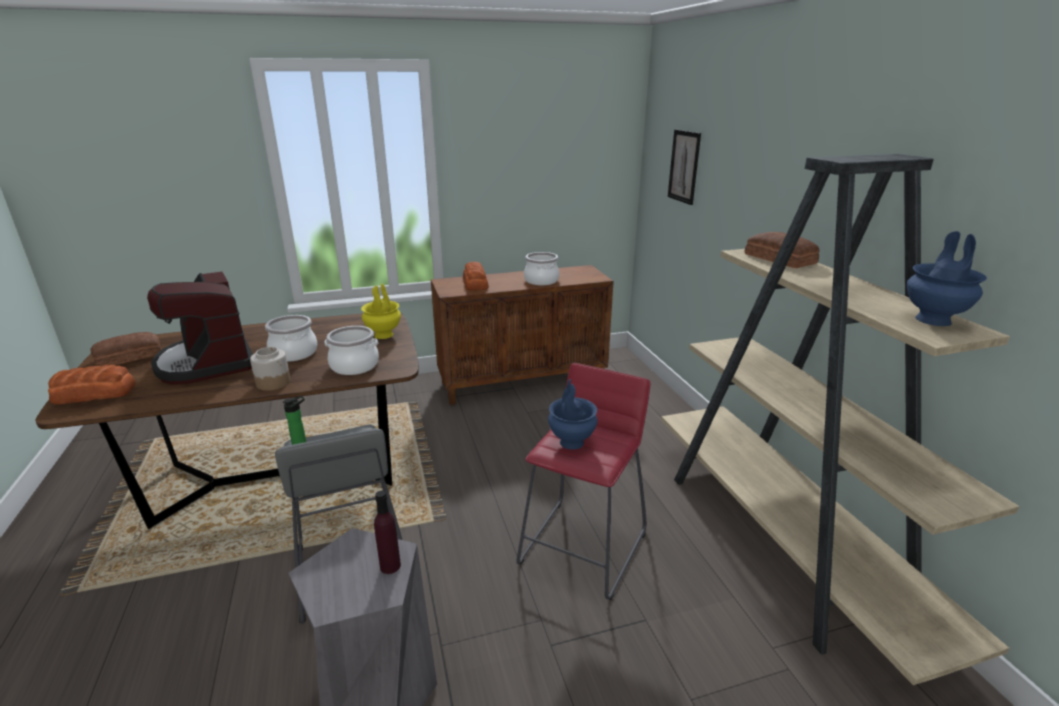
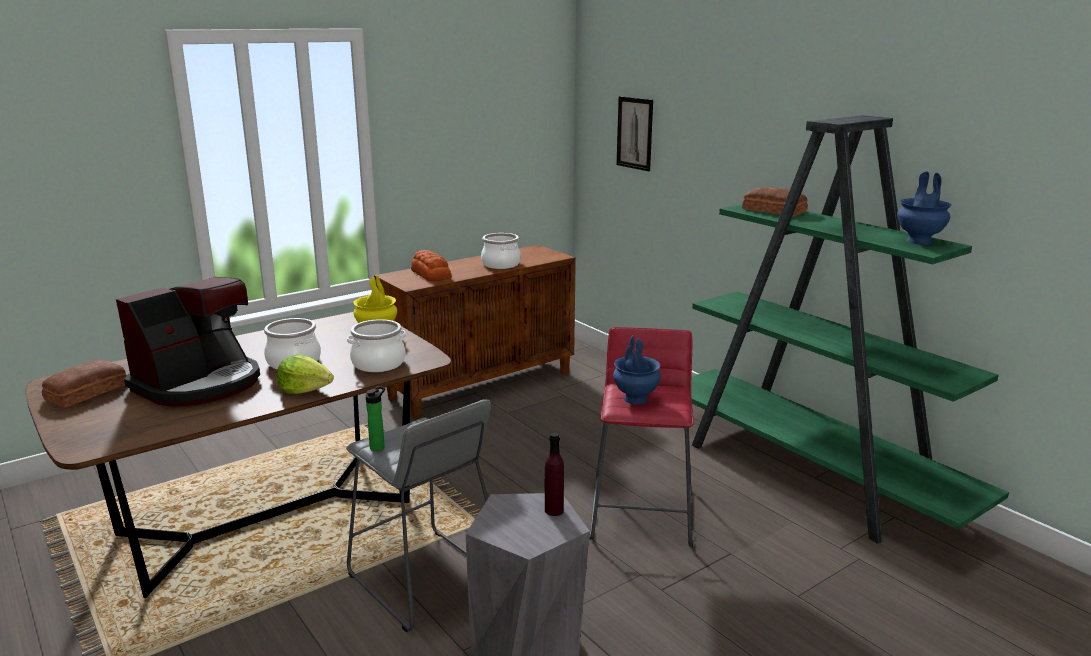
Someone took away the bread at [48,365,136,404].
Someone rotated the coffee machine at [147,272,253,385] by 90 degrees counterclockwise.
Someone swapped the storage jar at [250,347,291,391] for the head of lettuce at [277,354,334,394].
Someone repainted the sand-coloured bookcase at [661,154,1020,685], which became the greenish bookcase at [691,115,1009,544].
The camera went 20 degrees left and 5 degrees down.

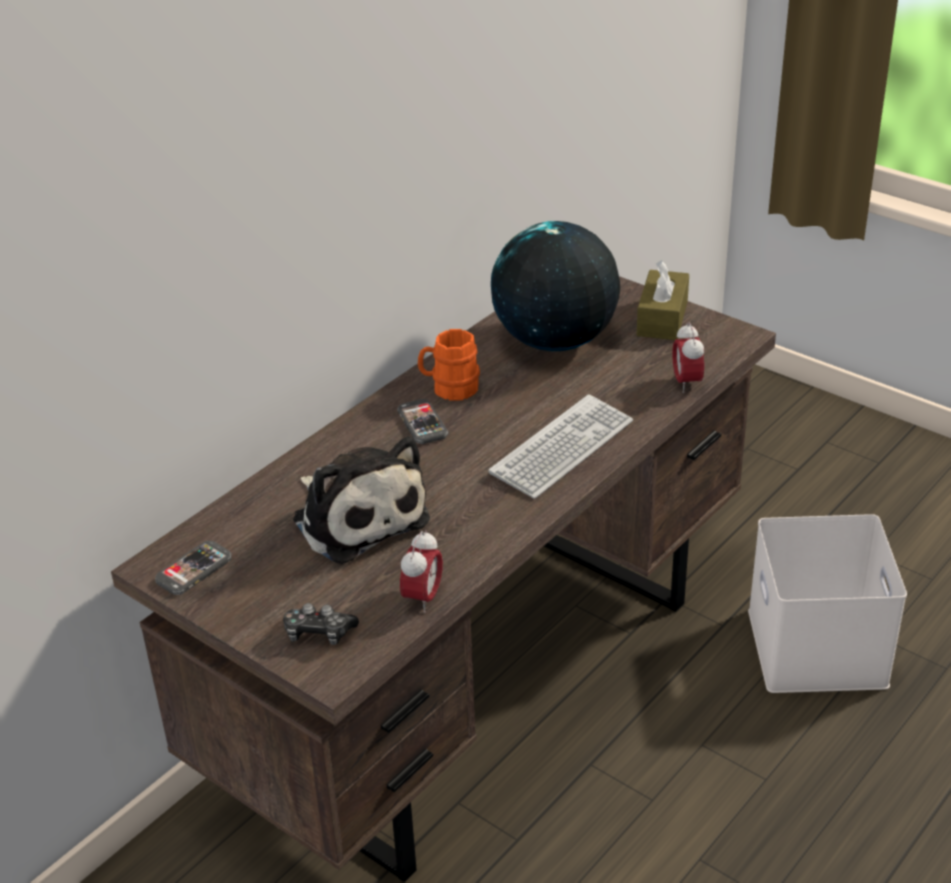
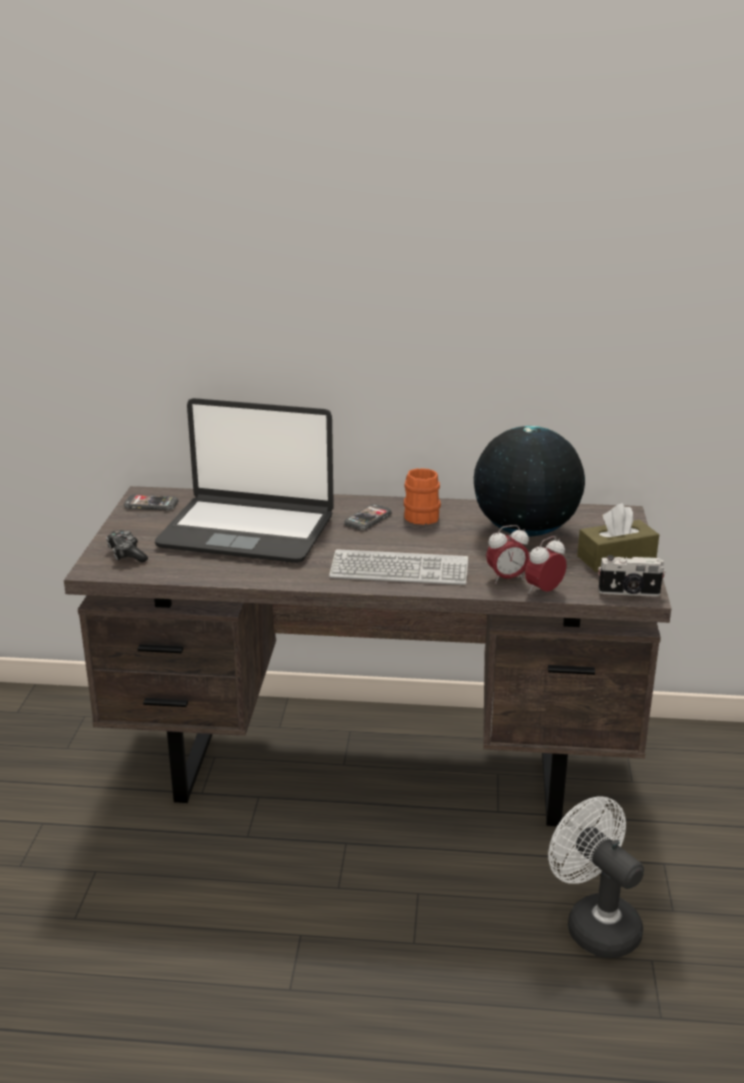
Someone swapped the cuddly toy at [293,436,430,564] for the laptop at [155,398,334,563].
Someone carried the alarm clock from [400,530,443,613] to [486,525,530,584].
Someone swapped the white storage bin at [748,514,907,693] for the white electric fan at [548,797,644,958].
Someone put down the photo camera at [598,555,665,597].
The camera went 55 degrees right and 10 degrees down.

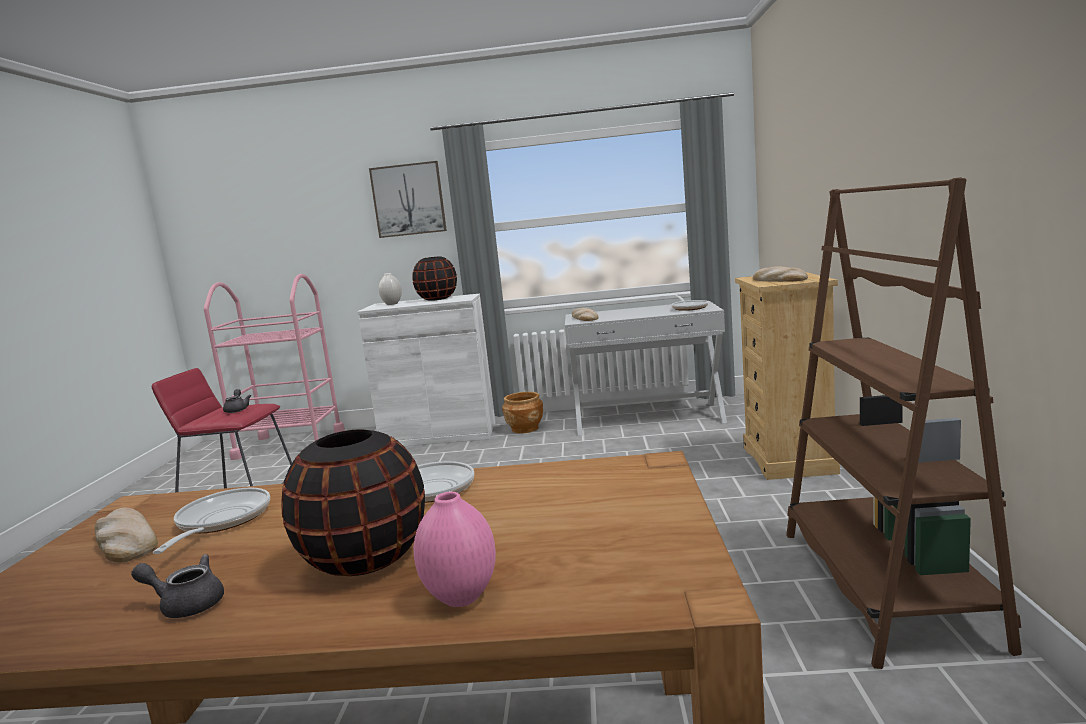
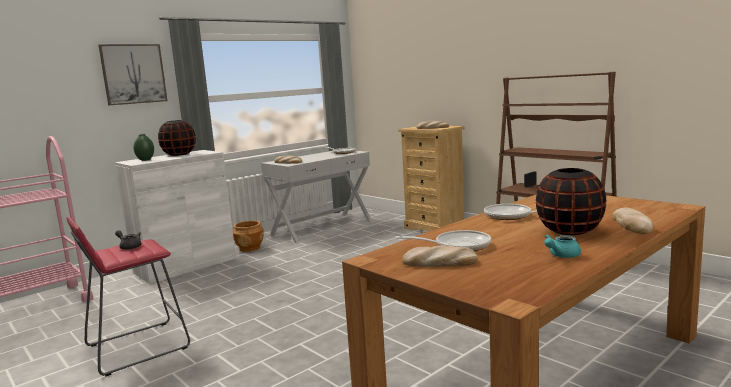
Someone repainted the greyish teapot at [131,554,224,618], which became the blue-green teapot at [544,234,581,258].
Someone rotated the frying pan at [153,488,270,554] by 135 degrees clockwise.
Someone repainted the white decorative vase at [378,273,402,305], which became the greenish decorative vase at [133,134,154,161].
Someone swapped the pink-coloured decorative vase at [414,492,496,607] for the bread at [612,207,654,234].
The camera went 45 degrees left and 0 degrees up.

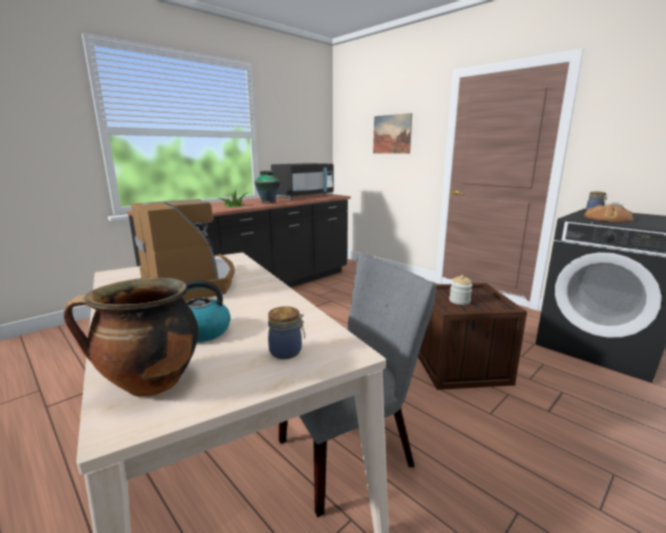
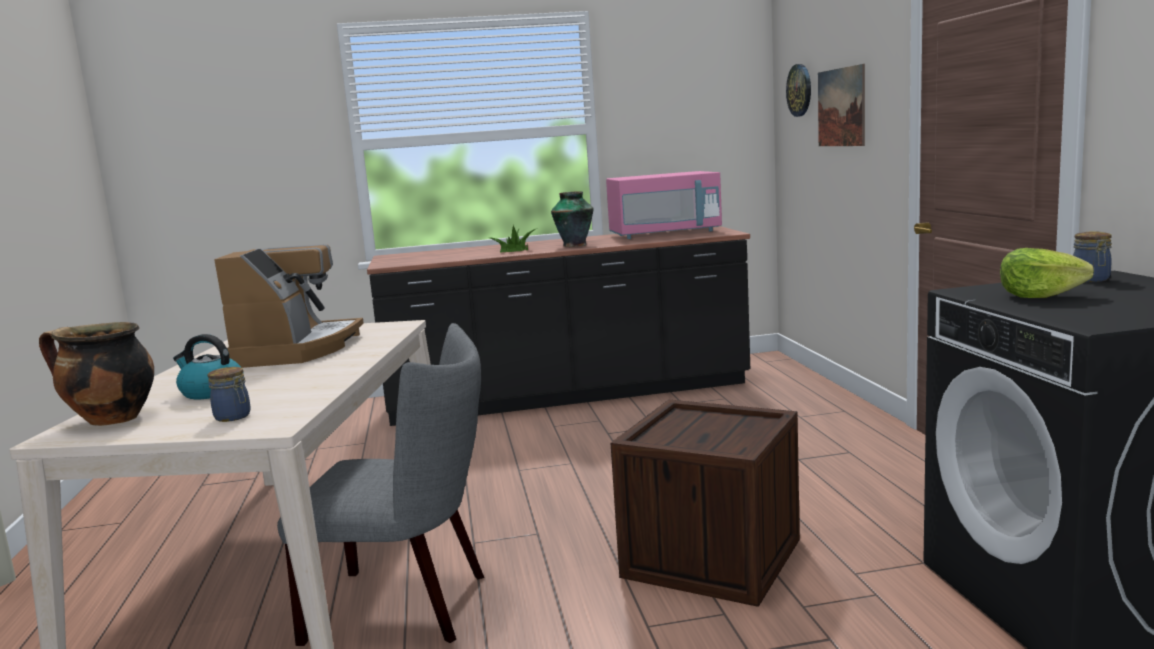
Someone repainted the black-coloured kitchen microwave at [271,163,333,199], which became the pink-coloured kitchen microwave at [606,171,722,239].
Someone took away the storage jar at [449,275,473,305].
Someone swapped the bread at [584,204,633,222] for the head of lettuce at [1000,248,1094,298].
Someone put up the clock on the wall at [786,64,811,117].
The camera went 35 degrees right and 5 degrees down.

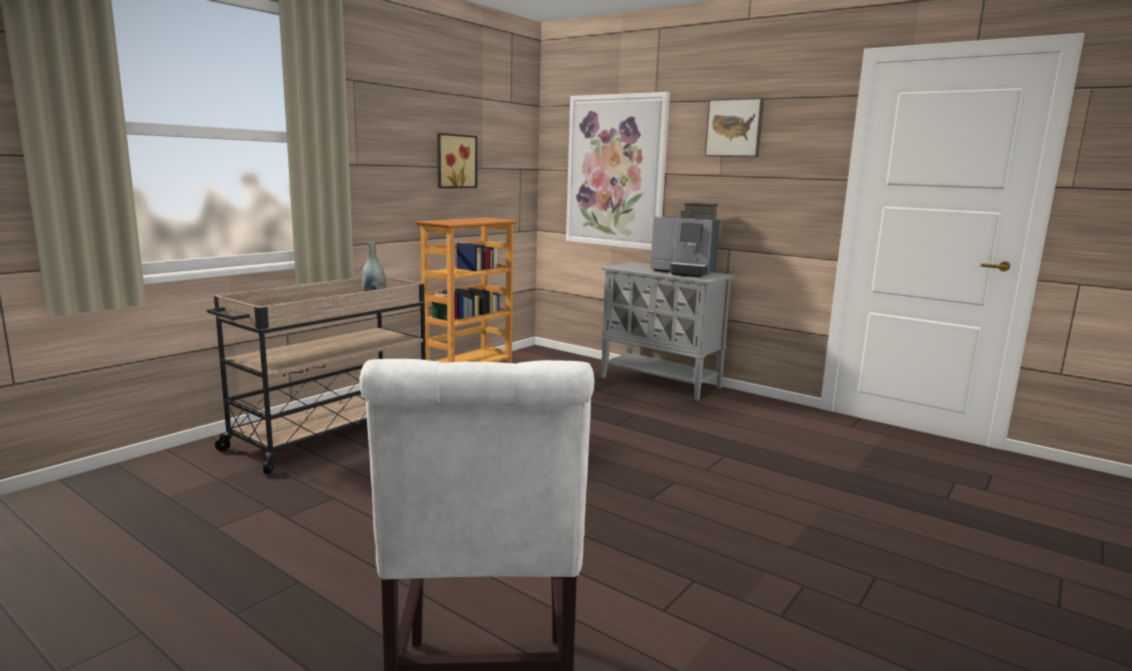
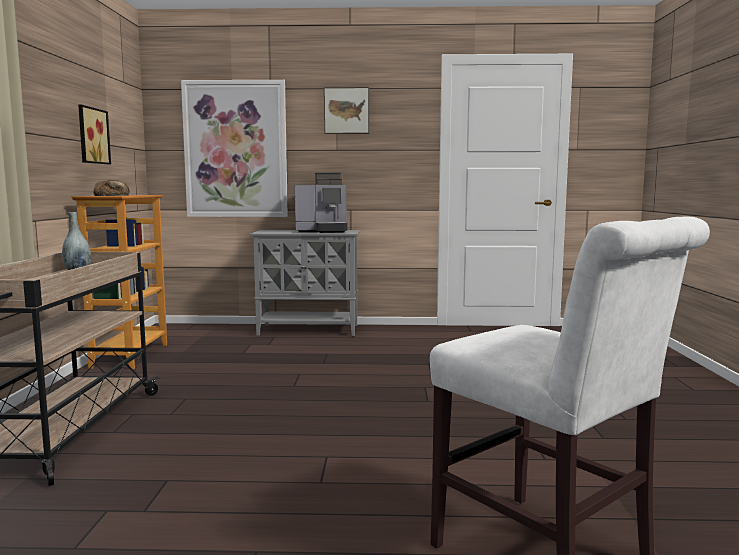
Someone put down the bread at [93,180,130,196].
The camera went 35 degrees left and 5 degrees down.

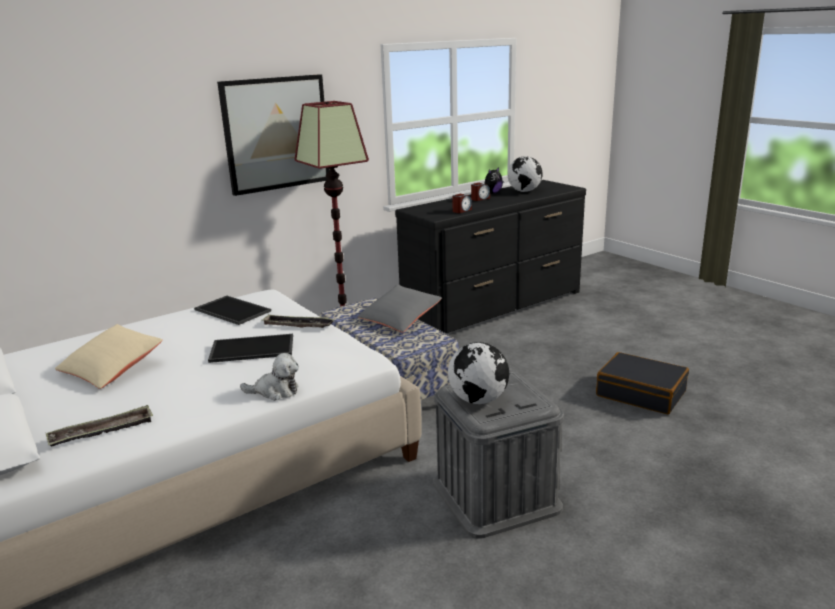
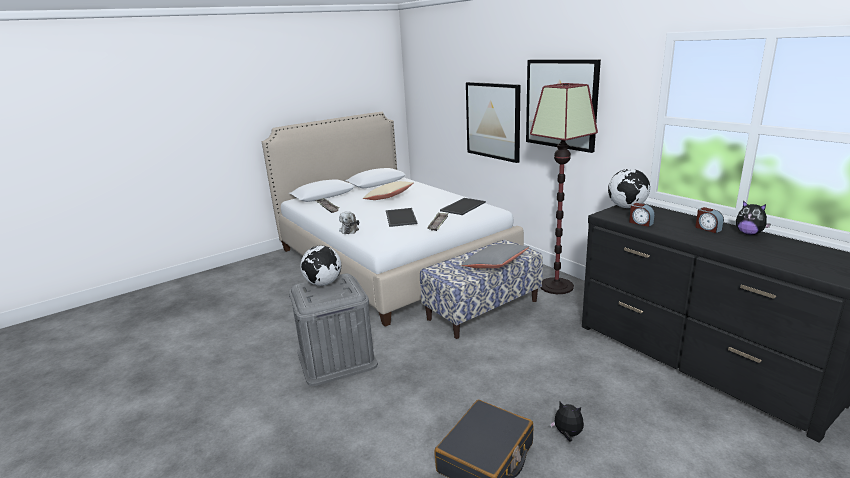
Someone carried the desk globe from [508,156,543,192] to [608,169,650,208].
Someone put up the picture at [466,82,520,163].
Someone put down the cuddly toy at [550,402,584,442].
The camera went 90 degrees right and 0 degrees up.

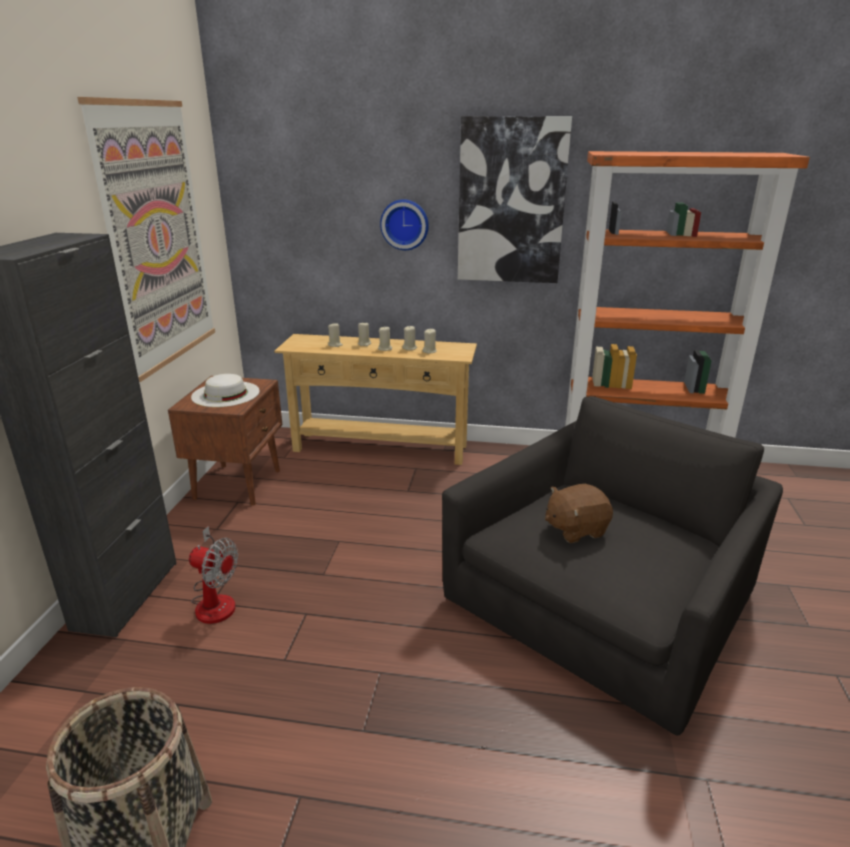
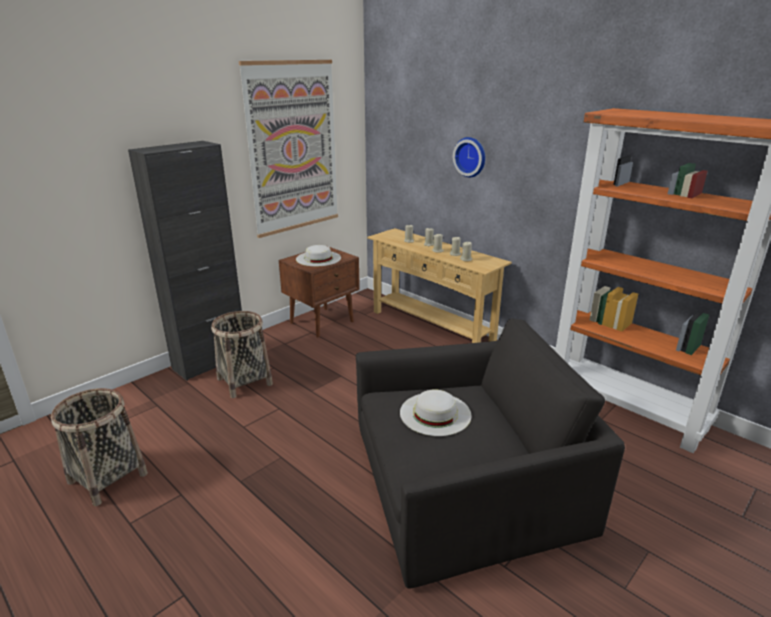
Someone swapped the electric fan at [189,526,238,624] for the storage basket at [211,311,273,398].
Someone took away the picture at [458,116,572,283].
Someone swapped the brown-coloured cuddly toy at [545,484,613,543] for the white clothing hat at [400,390,472,436].
The camera went 35 degrees right and 0 degrees up.

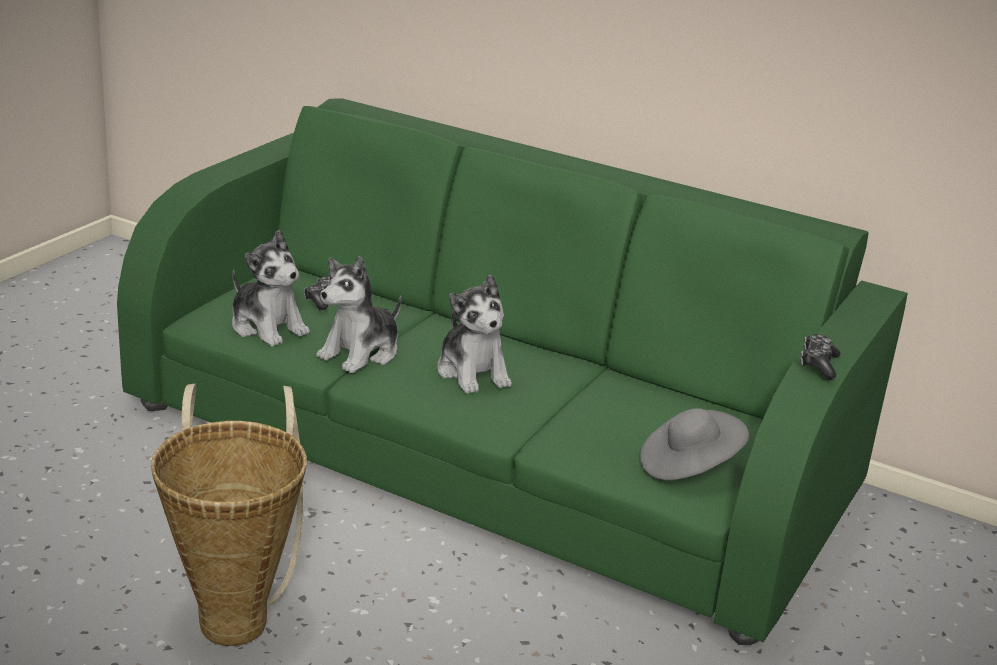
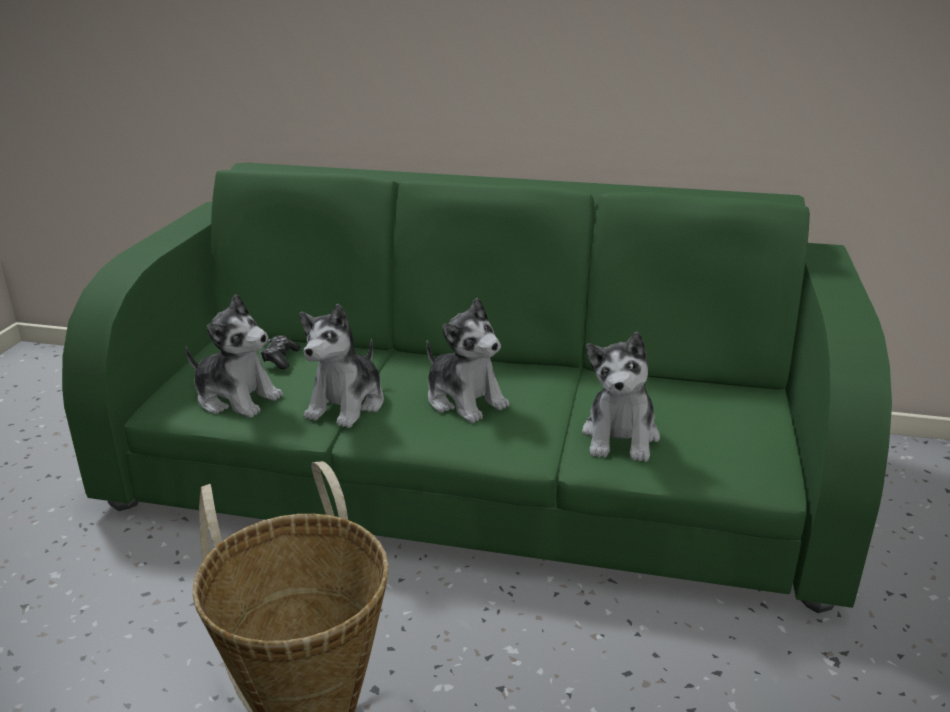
Someone took away the greyish clothing hat at [641,408,749,480].
Someone took away the gamepad at [801,334,841,379].
Someone put down the cuddly toy at [582,332,660,462].
The camera went 15 degrees left and 0 degrees up.

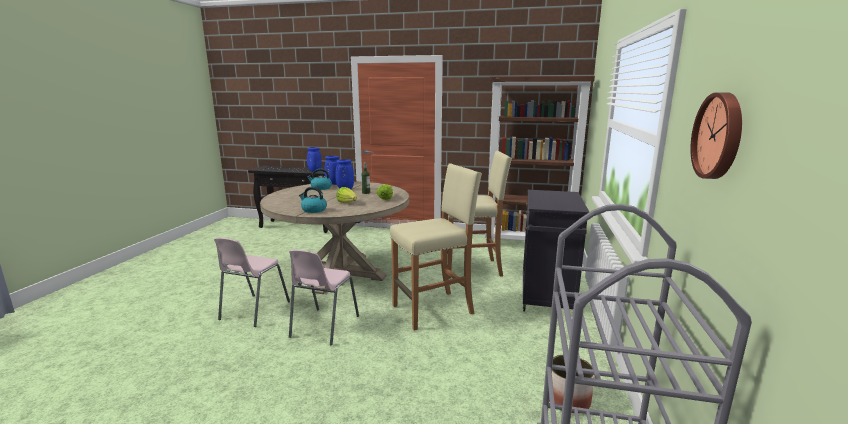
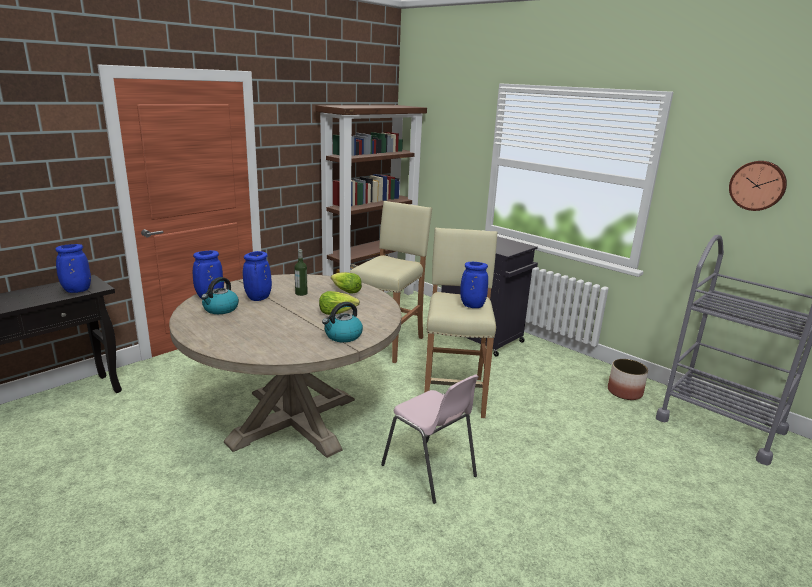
Someone took away the pink-coloured chair at [214,238,290,327].
Someone put down the bluish decorative vase at [460,262,488,308].
The camera went 60 degrees left and 5 degrees up.

